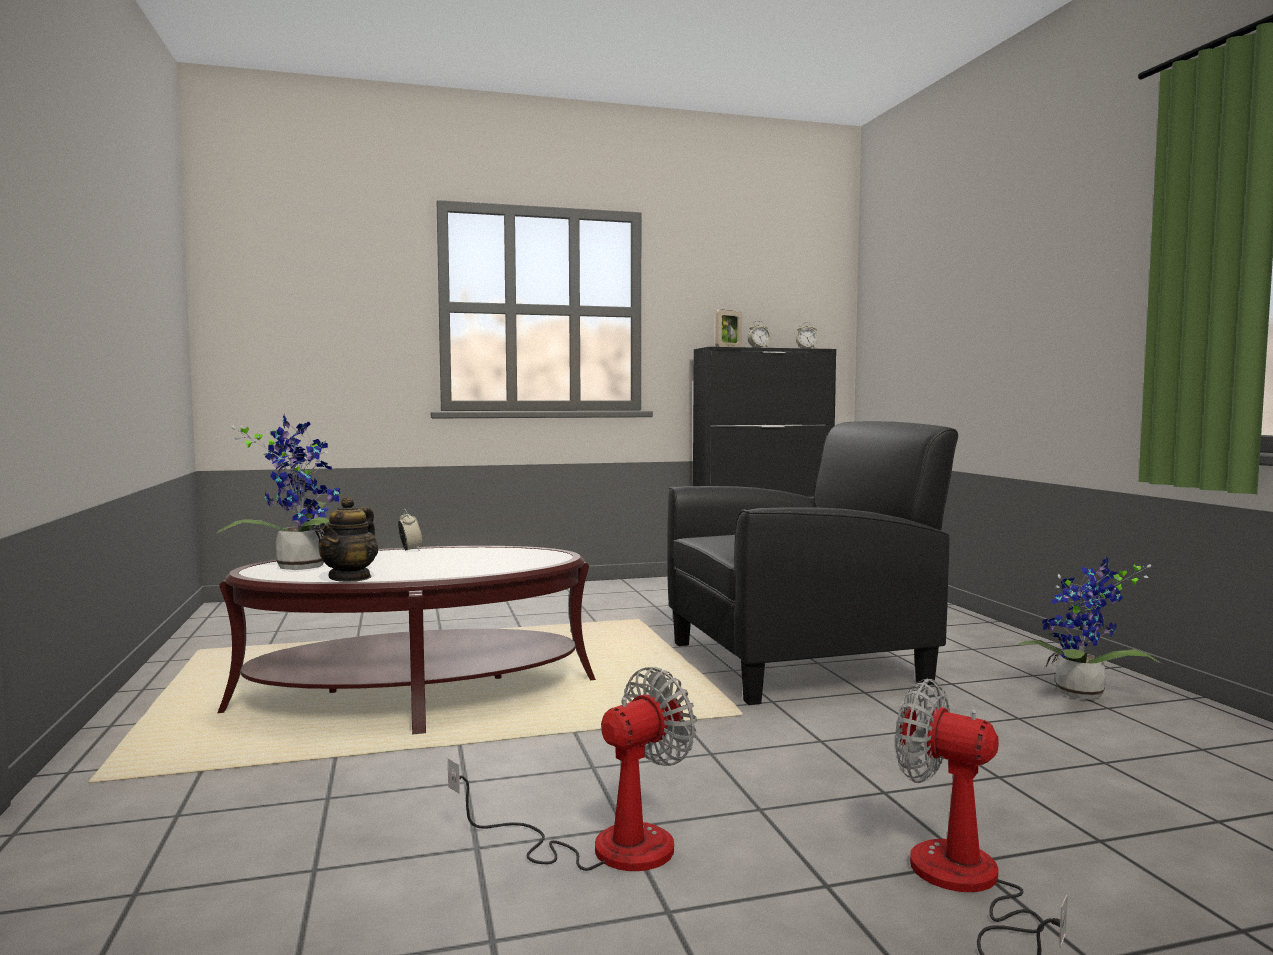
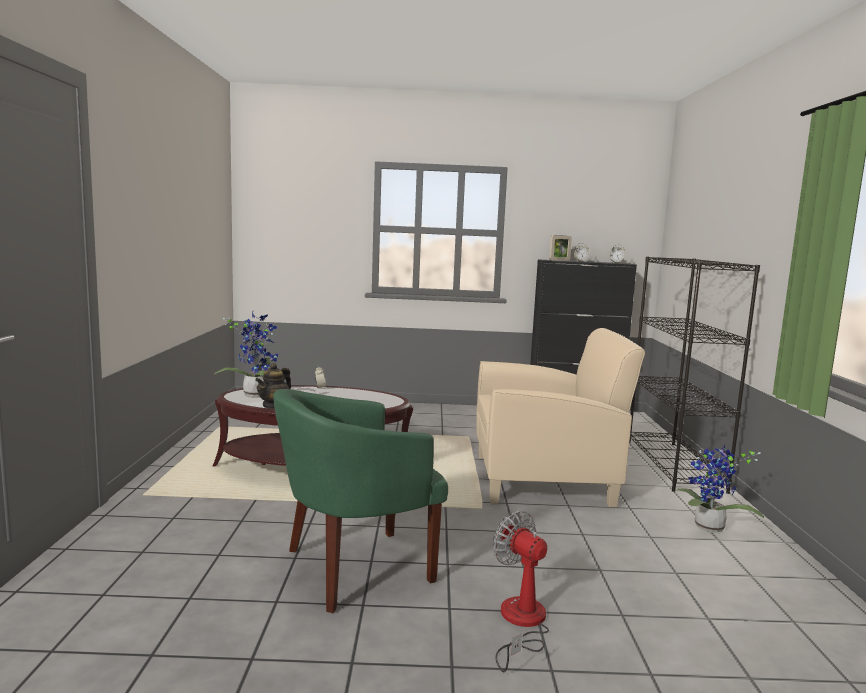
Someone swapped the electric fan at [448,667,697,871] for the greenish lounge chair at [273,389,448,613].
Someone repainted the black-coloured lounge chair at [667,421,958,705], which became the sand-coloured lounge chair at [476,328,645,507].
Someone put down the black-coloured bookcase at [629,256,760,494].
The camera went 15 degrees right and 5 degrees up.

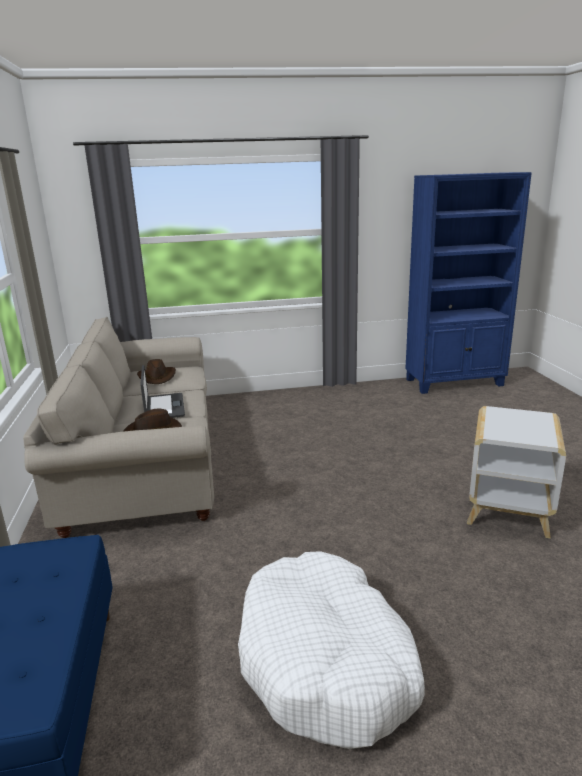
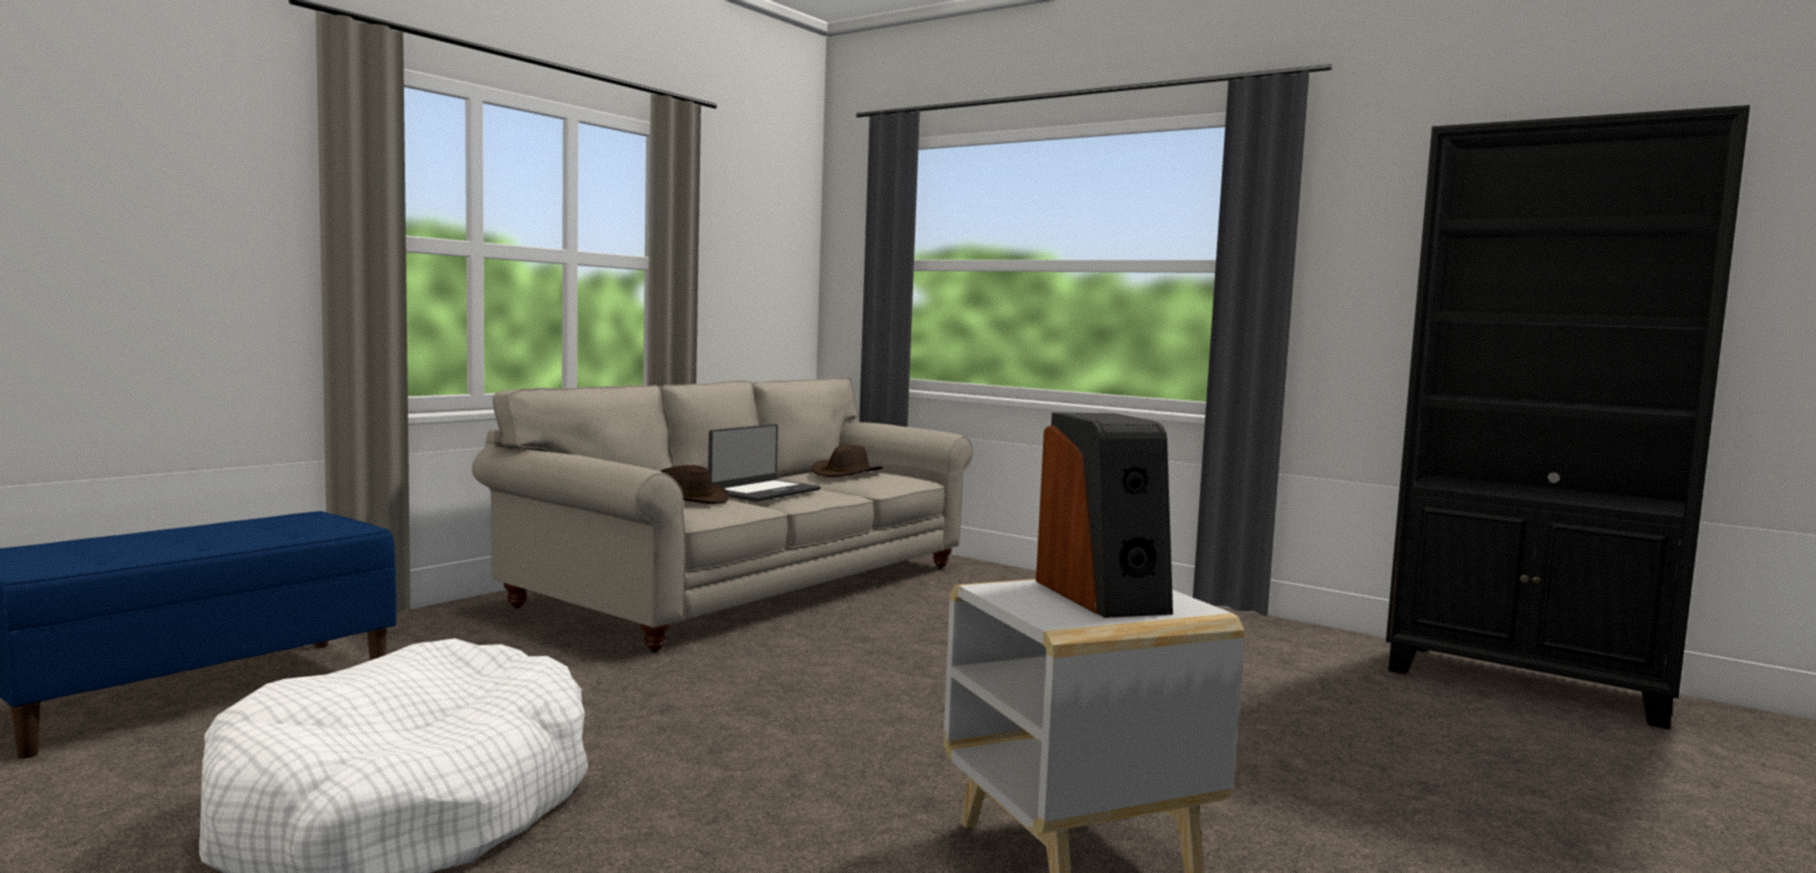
Someone repainted the bluish bookcase at [405,172,532,394], which became the black-coloured bookcase at [1386,105,1750,729].
Someone put down the loudspeaker at [1036,412,1173,618].
The camera went 45 degrees right and 15 degrees down.

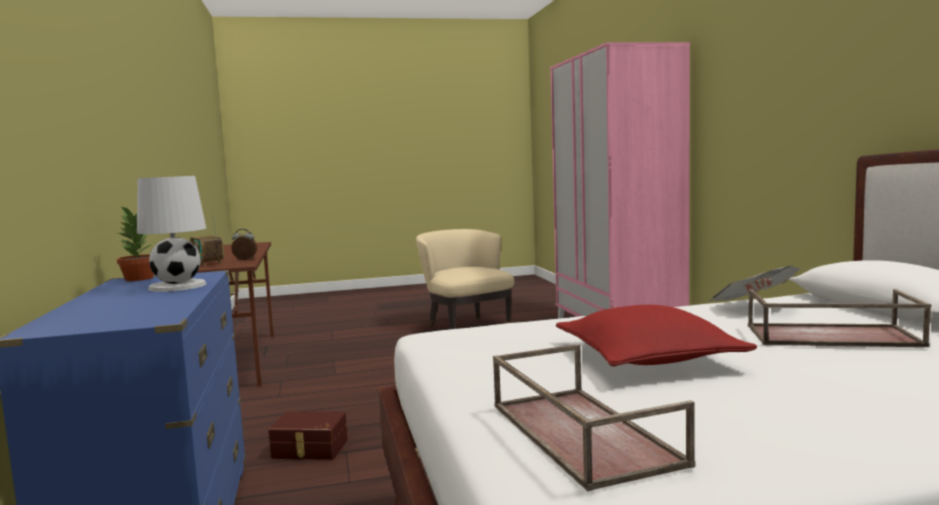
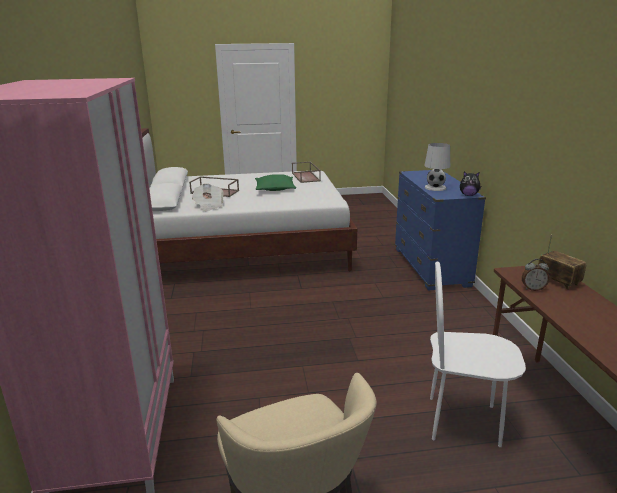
Someone swapped the houseplant at [116,205,154,281] for the cuddly toy at [460,172,481,196].
Someone took away the brown-coloured storage bin at [268,412,348,460].
Someone repainted the red-coloured pillow at [556,305,757,366], which became the greenish pillow at [255,174,296,191].
Someone put down the white chair at [430,261,526,447].
The camera went 175 degrees left and 15 degrees up.

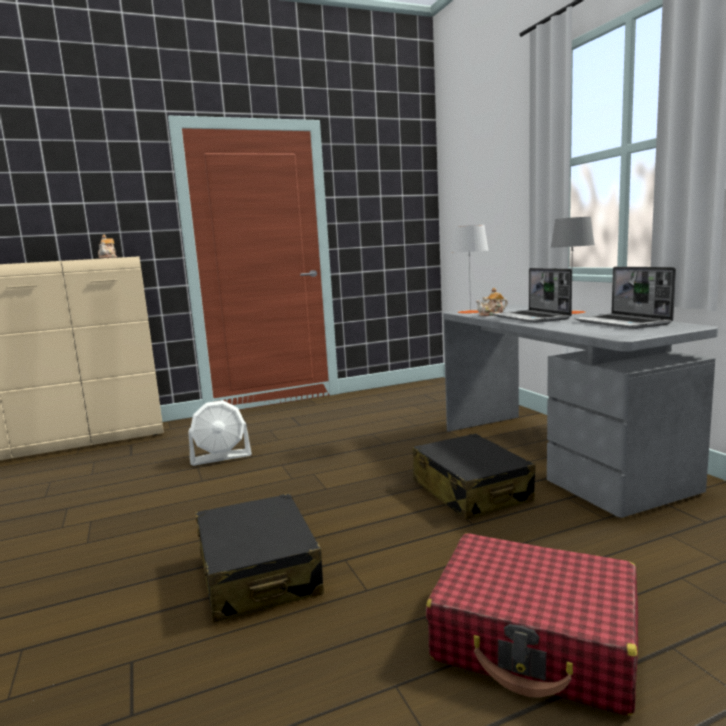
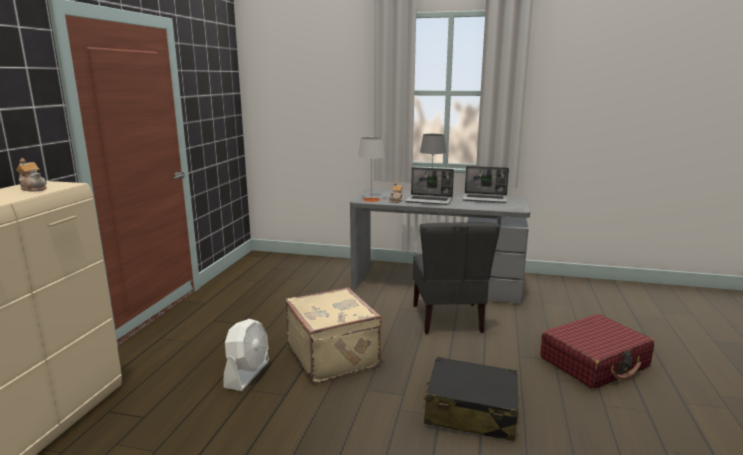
Someone swapped the black-coloured piece of luggage at [413,433,536,519] for the greyish chair at [413,223,500,334].
Someone put down the sand-coloured piece of luggage at [286,287,382,383].
The camera went 55 degrees left and 5 degrees up.

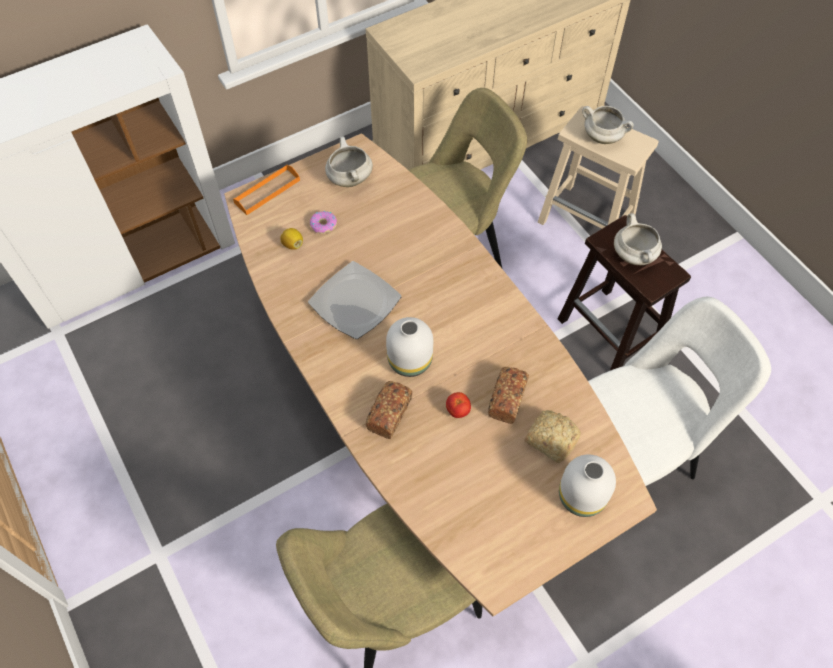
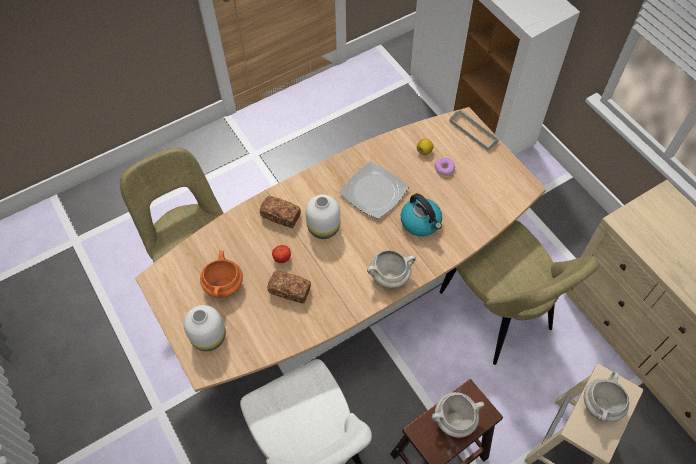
Someone repainted the orange-coloured carrying tray at [233,164,300,215], which became the greyish carrying tray at [449,110,499,151].
Someone carried the white cooking pot from [325,136,373,187] to [367,250,416,288].
Someone took away the bread at [524,410,581,463].
Someone put down the orange-coloured cooking pot at [200,250,243,298].
Someone put down the water kettle at [401,193,442,236].
The camera went 90 degrees right and 0 degrees up.

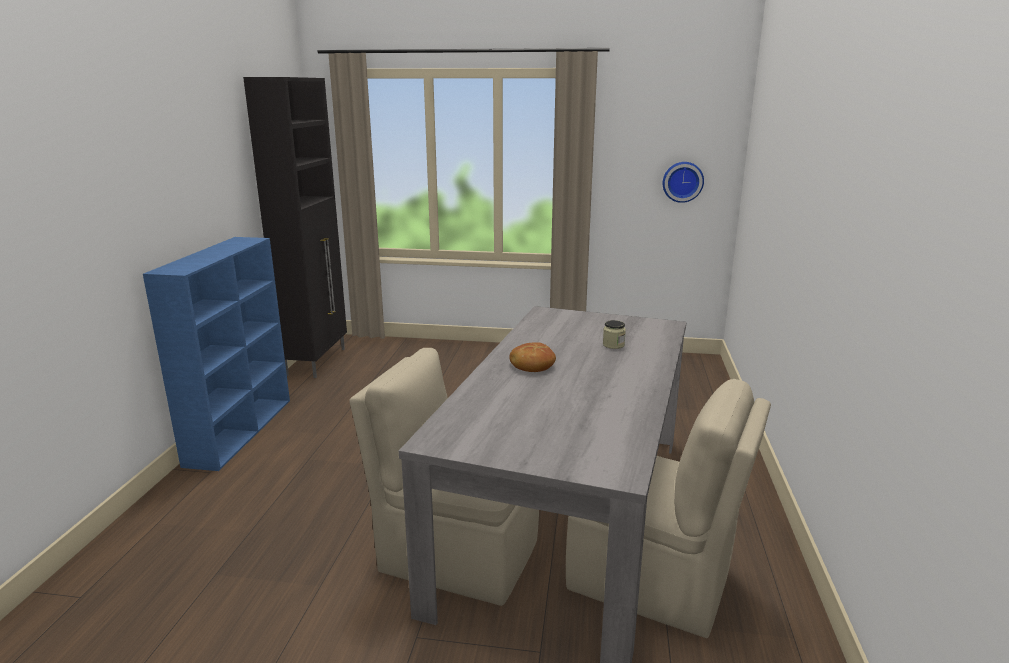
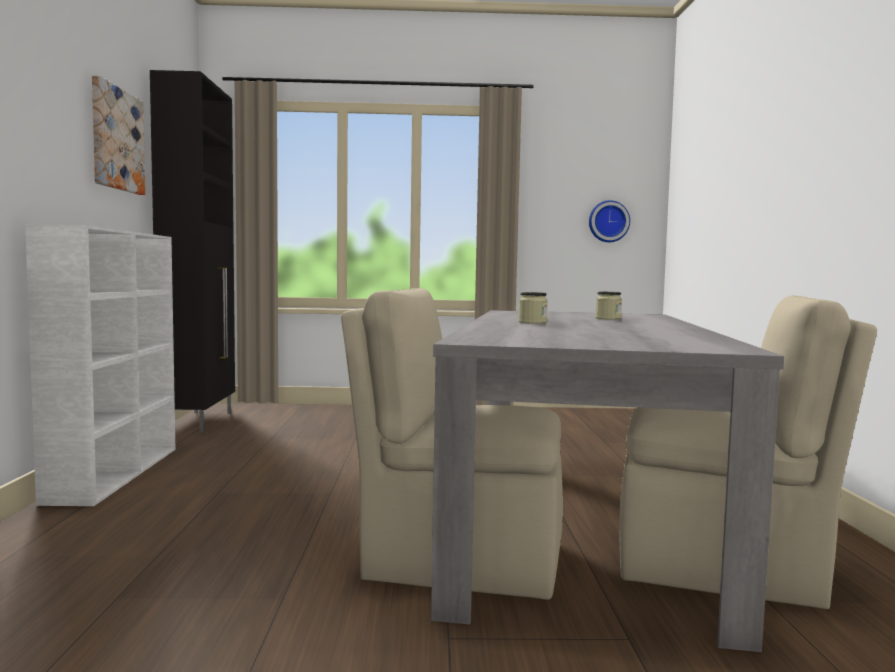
Someone repainted the bluish bookcase at [143,237,290,471], which became the white bookcase at [25,224,175,506].
Someone swapped the bread at [509,342,556,372] for the storage jar at [519,292,548,324].
Someone put up the picture at [92,75,145,195].
The camera went 10 degrees left and 15 degrees down.

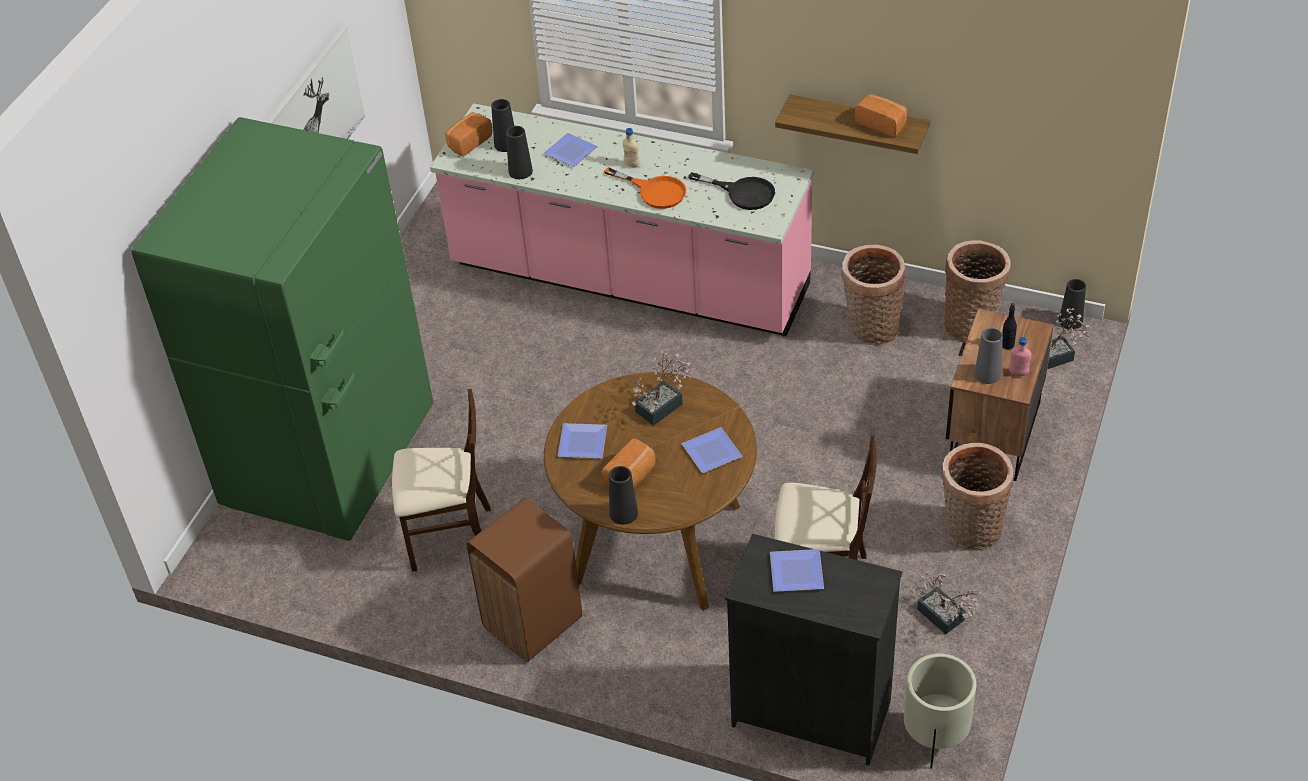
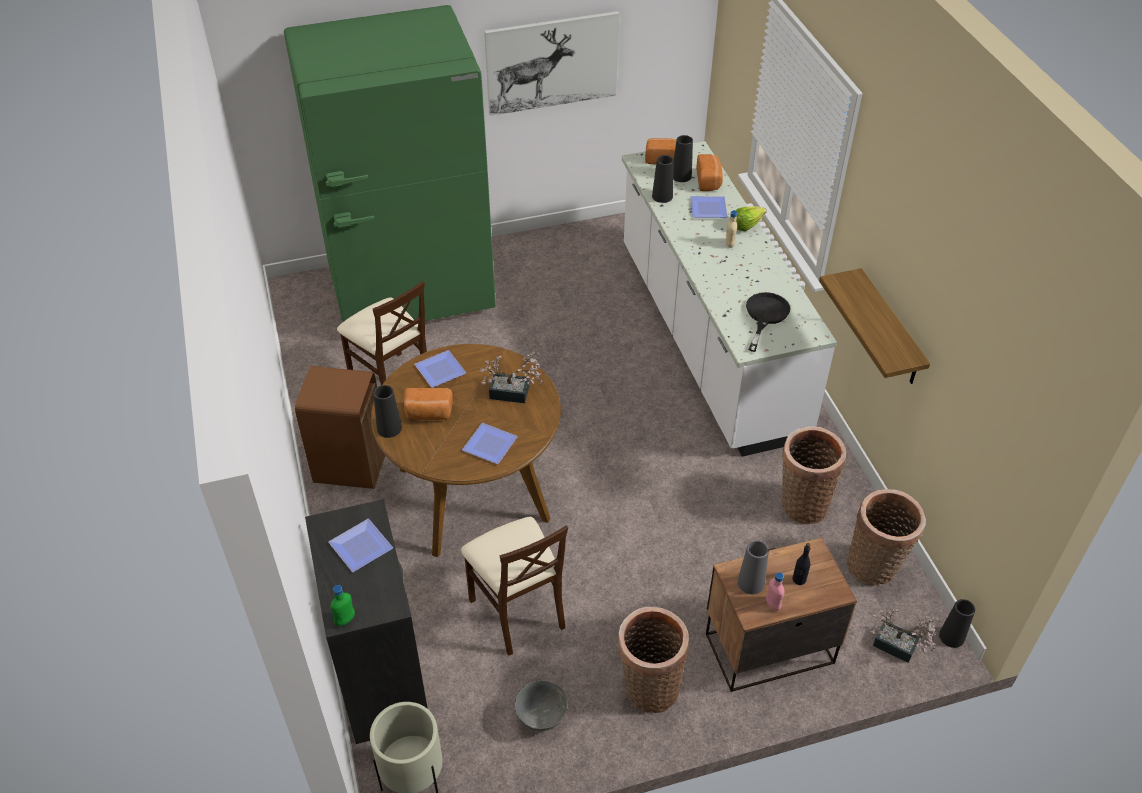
Someone repainted the pink-coloured counter at [430,103,814,336], which became the white counter at [622,141,837,457].
Someone took away the orange-coloured frying pan at [604,167,686,209].
Someone rotated the black-coloured frying pan at [688,172,775,210] by 150 degrees counterclockwise.
Someone carried the bread from [855,94,907,137] to [697,154,723,191].
Someone swapped the houseplant at [910,571,982,634] for the greyish bowl at [514,681,568,731].
Someone put down the greenish beverage bottle at [330,585,355,626].
Someone put down the head of lettuce at [735,206,767,231].
The camera went 50 degrees right and 0 degrees up.

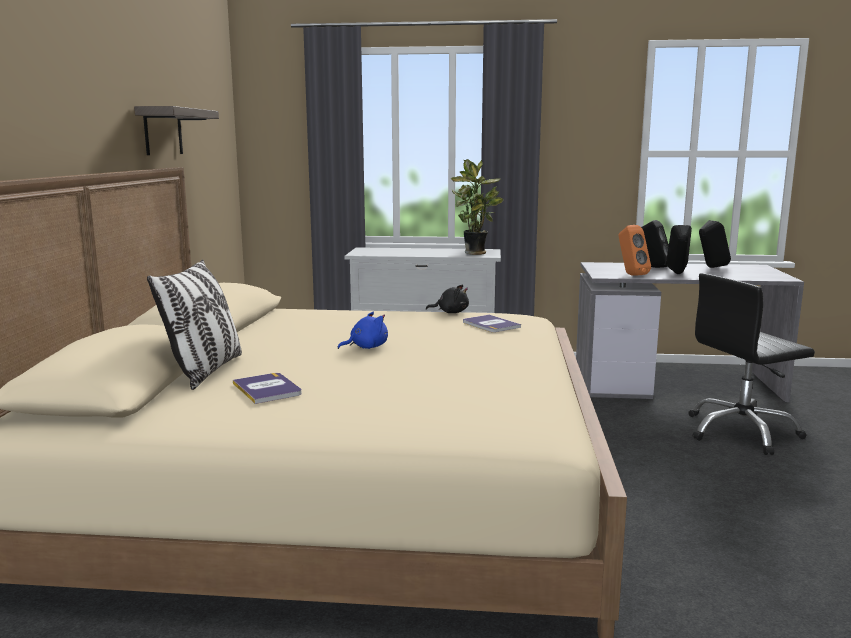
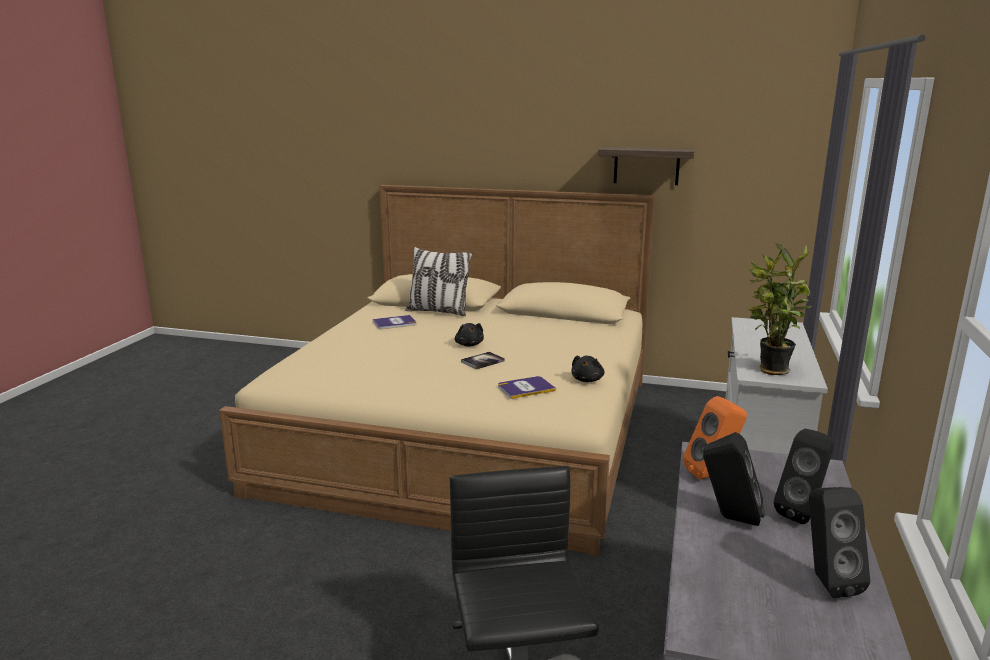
Someone repainted the bluish cuddly toy at [338,312,388,349], which became the black-coloured cuddly toy at [455,323,484,347].
Someone put down the volume at [461,352,505,370].
The camera went 100 degrees right and 5 degrees up.

